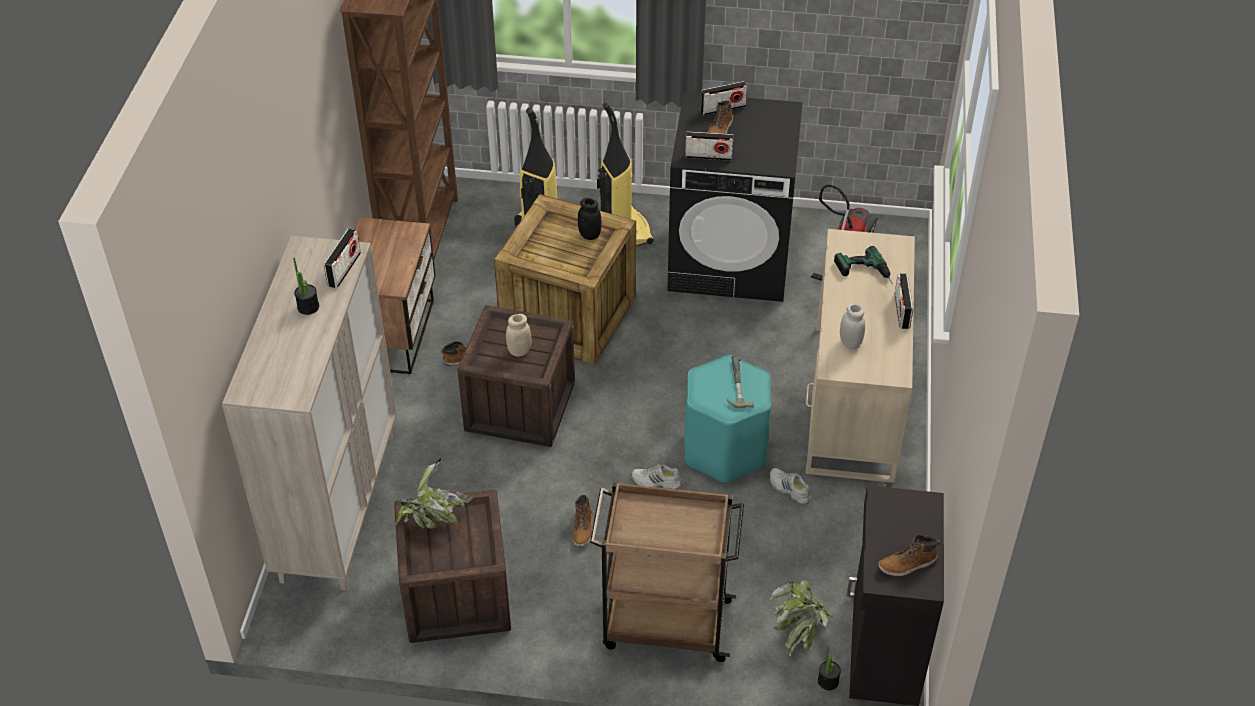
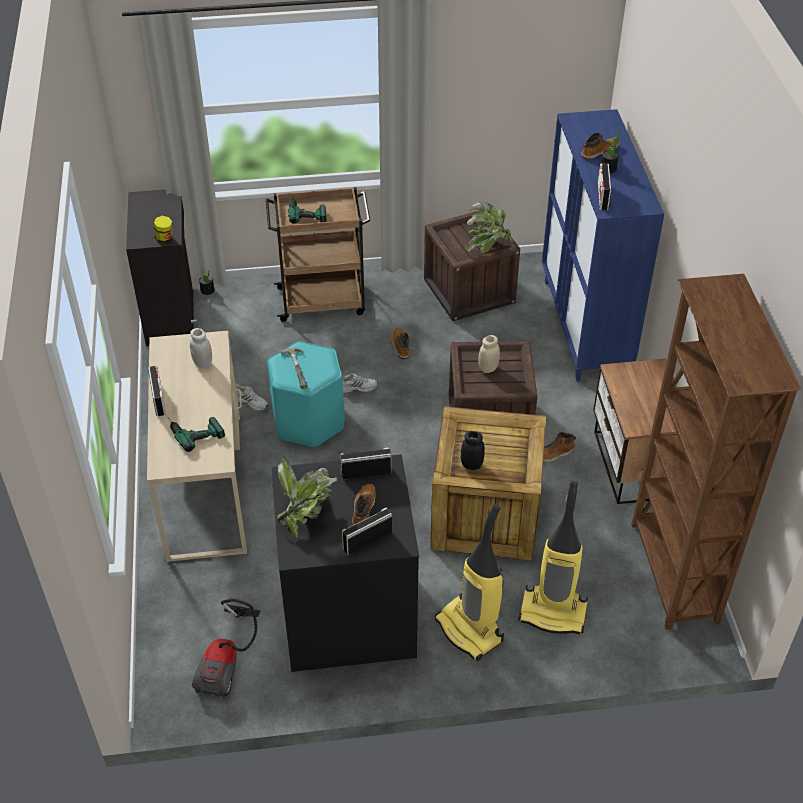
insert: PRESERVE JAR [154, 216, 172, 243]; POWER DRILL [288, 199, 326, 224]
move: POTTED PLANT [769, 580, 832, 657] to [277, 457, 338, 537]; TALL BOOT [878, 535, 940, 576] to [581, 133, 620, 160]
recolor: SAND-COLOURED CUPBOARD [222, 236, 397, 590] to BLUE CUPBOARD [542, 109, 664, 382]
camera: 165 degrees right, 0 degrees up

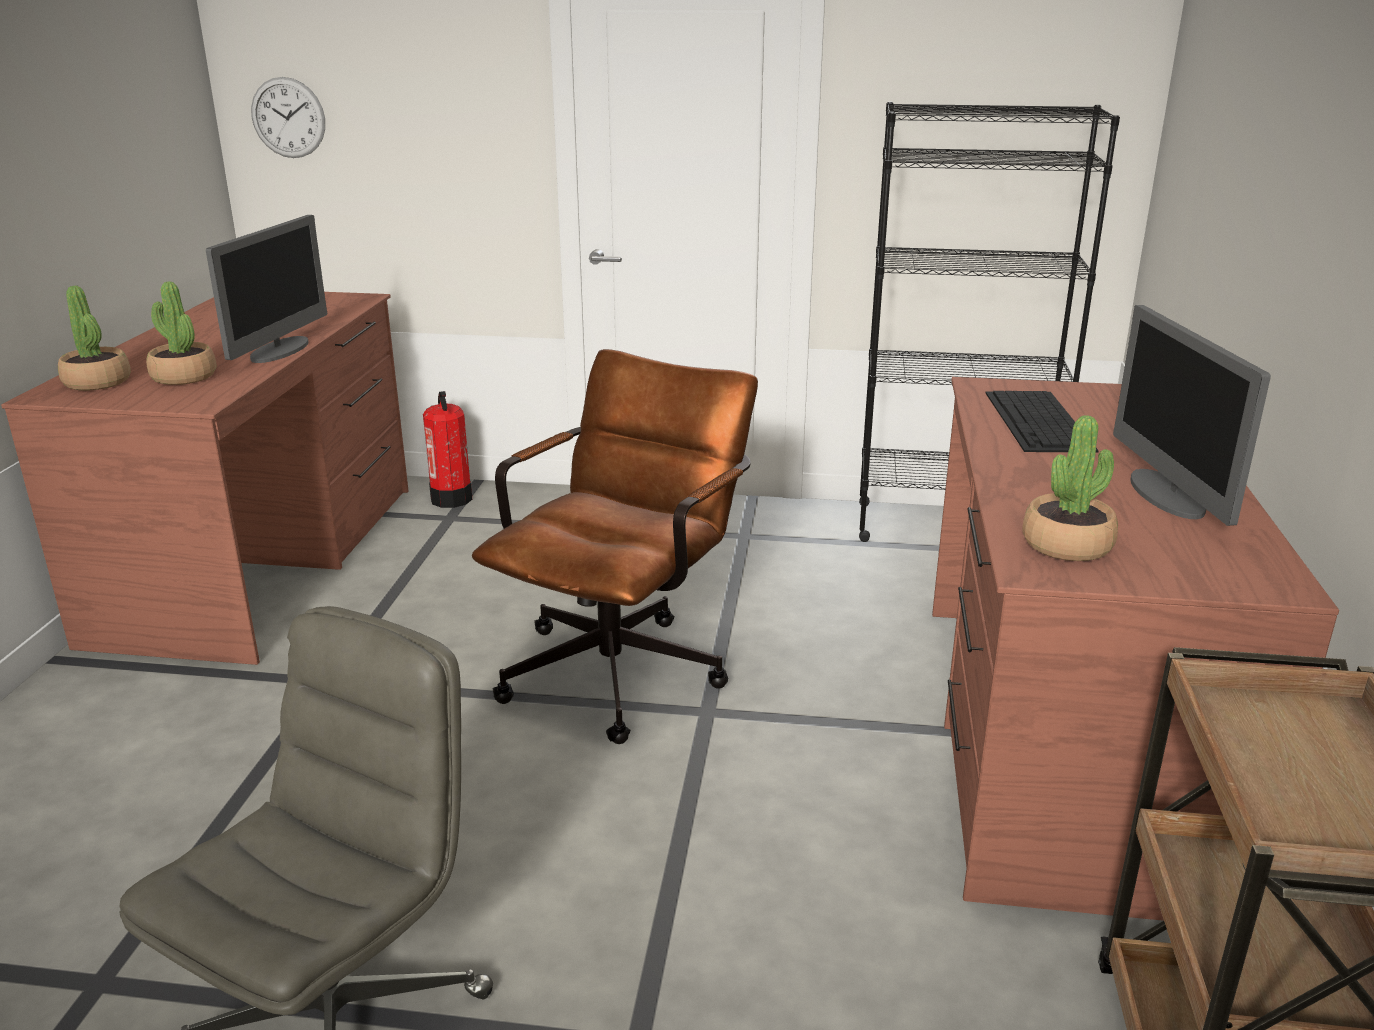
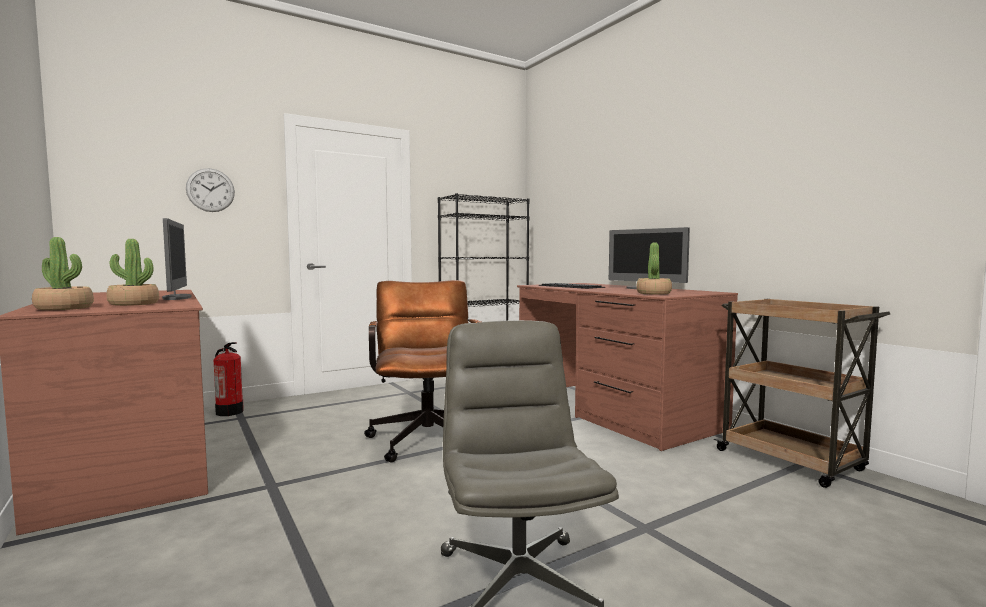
move: WALL CLOCK [251, 77, 325, 158] to [186, 168, 235, 212]
camera: 40 degrees left, 20 degrees down

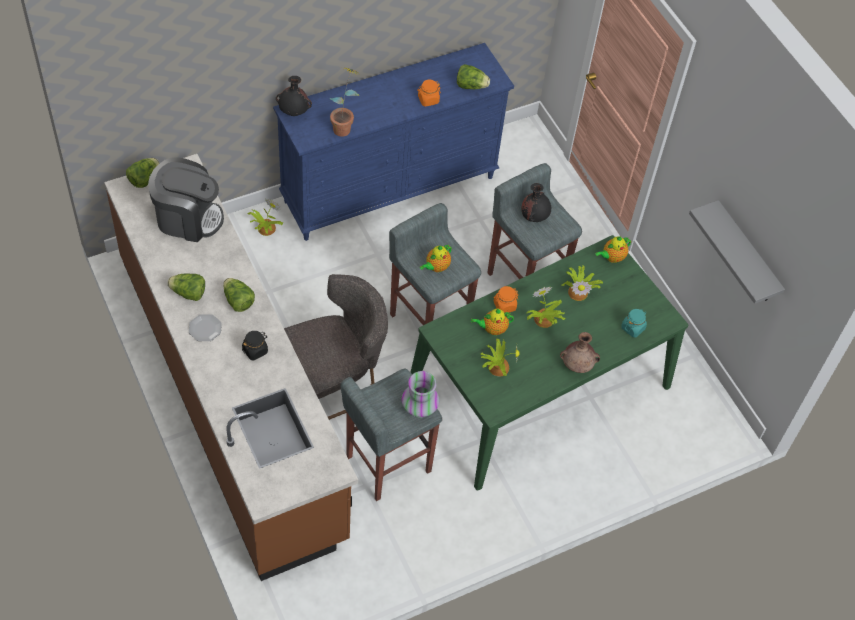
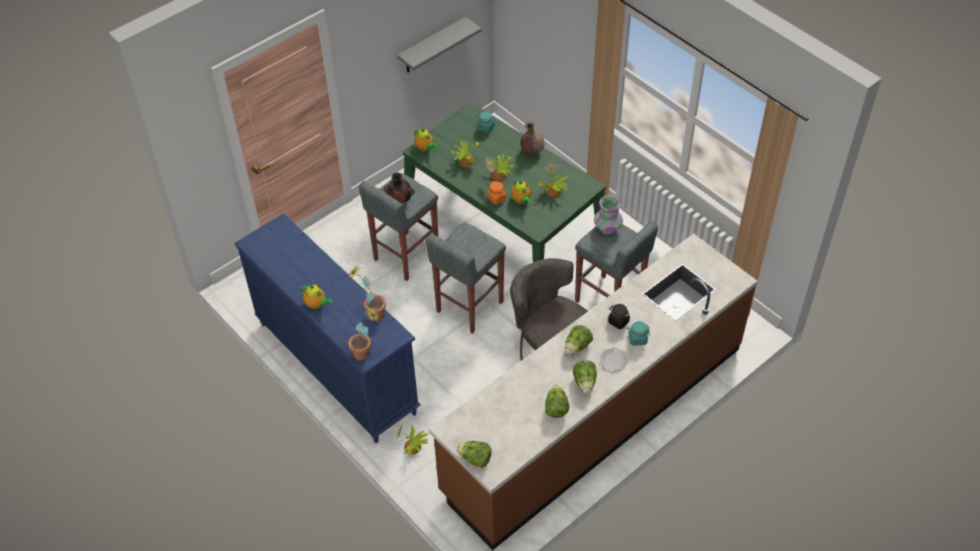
delete: COFFEE MAKER [148, 157, 224, 242]; ORANGE PRESERVE JAR [417, 80, 441, 107]
insert: TURQUOISE PRESERVE JAR [627, 321, 650, 345]
move: TEAPOT [420, 245, 452, 272] to [301, 284, 333, 309]; LETTUCE HEAD [457, 64, 490, 89] to [545, 385, 569, 418]
replace: BLACK FLOWER VASE [276, 76, 312, 116] to POTTED PLANT [348, 305, 380, 361]
camera: 100 degrees left, 5 degrees down

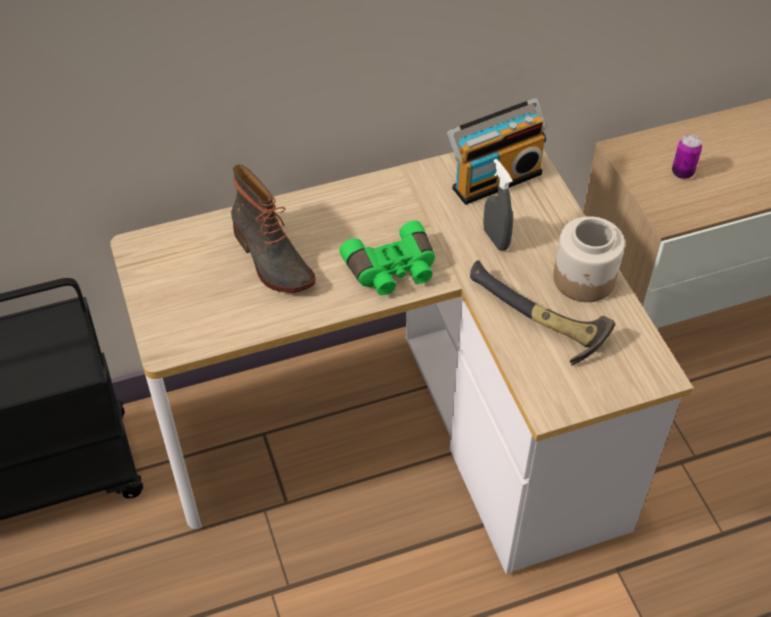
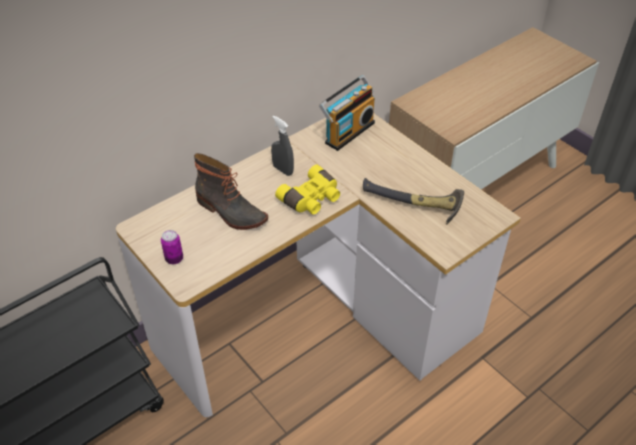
delete: PRESERVE JAR [553, 216, 625, 302]
move: GRAY SPRAY BOTTLE [483, 159, 513, 251] to [271, 115, 294, 176]; SEALED CAN [672, 134, 702, 179] to [161, 230, 183, 264]
recolor: GREEN-COLOURED PAIR OF BINOCULARS [340, 220, 435, 295] to YELLOW-COLOURED PAIR OF BINOCULARS [275, 165, 340, 214]
camera: 20 degrees left, 5 degrees down

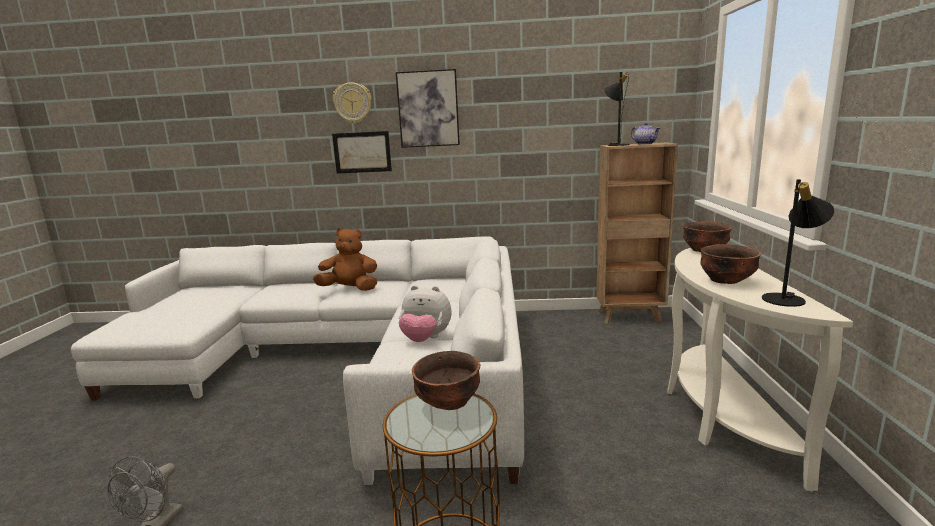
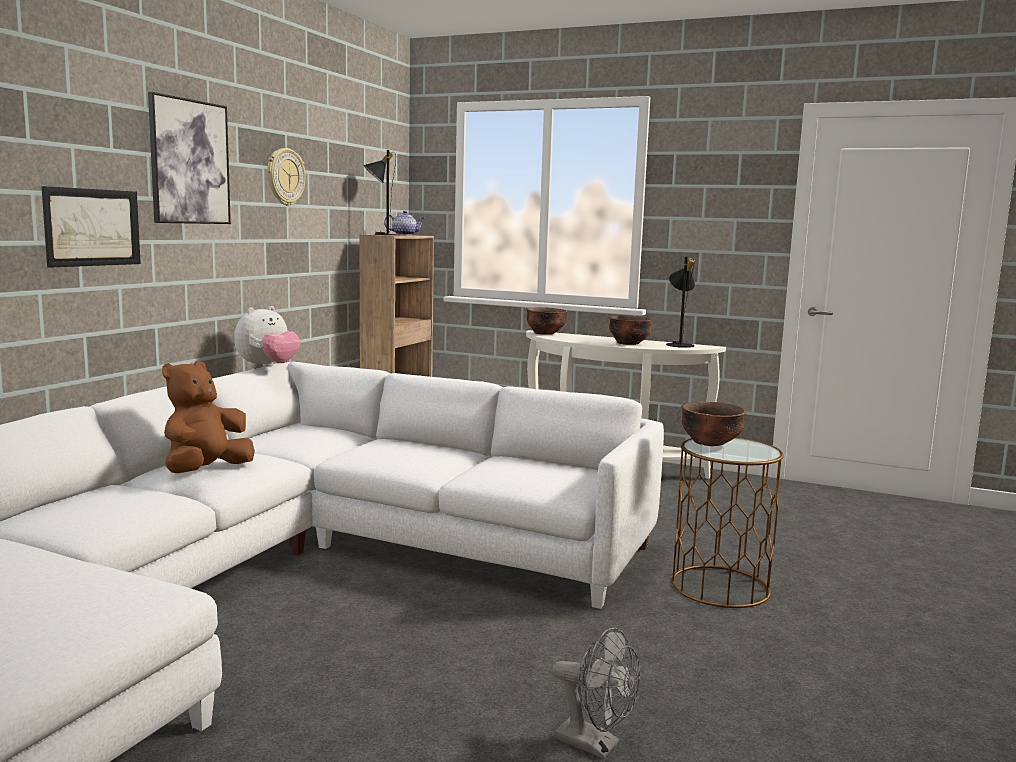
move: WALL CLOCK [333, 82, 372, 124] to [267, 148, 306, 206]; PLUSH TOY [399, 285, 451, 342] to [234, 306, 300, 368]
camera: 70 degrees left, 5 degrees down

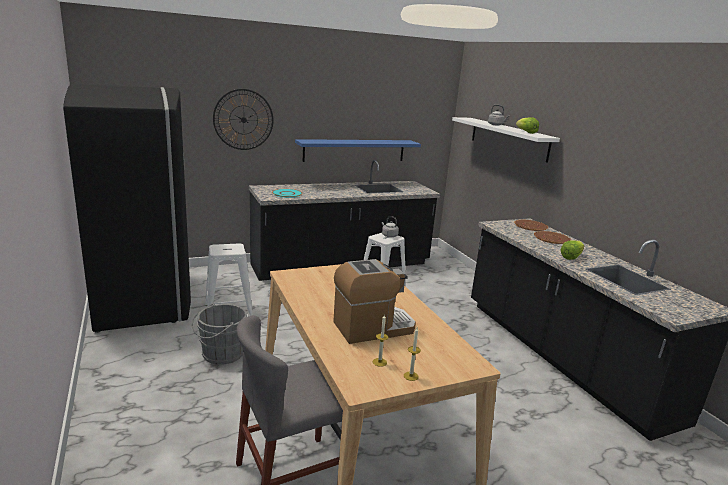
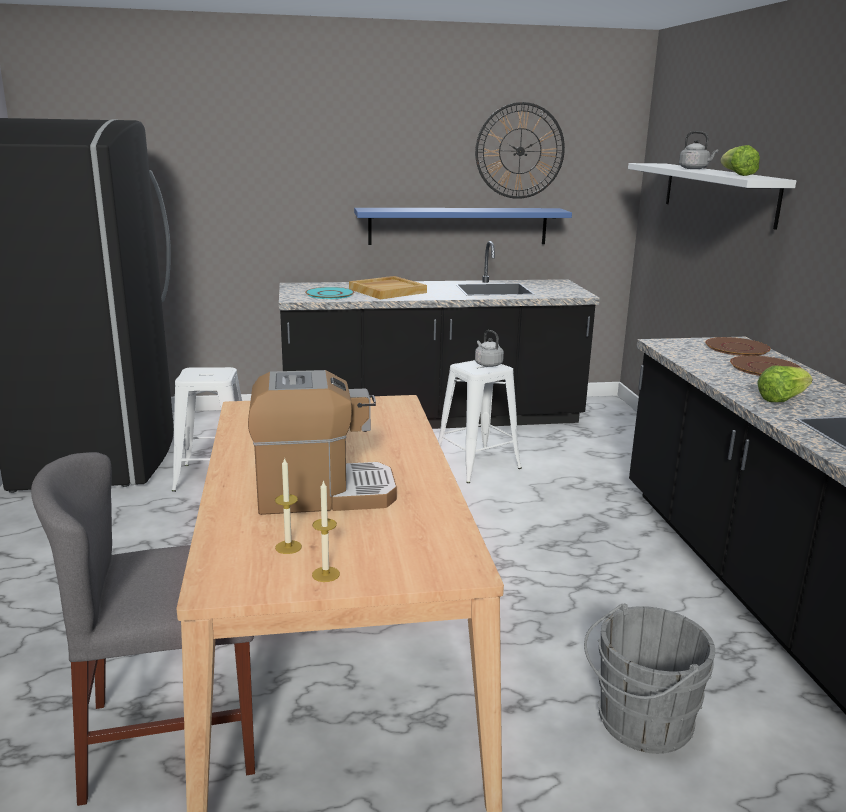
insert: SAND-COLOURED CARRYING TRAY [349, 276, 427, 299]
move: GRAY WATER BUCKET [192, 303, 247, 365] to [584, 603, 715, 754]; WALL CLOCK [213, 89, 274, 150] to [475, 102, 565, 199]
camera: 15 degrees right, 0 degrees up

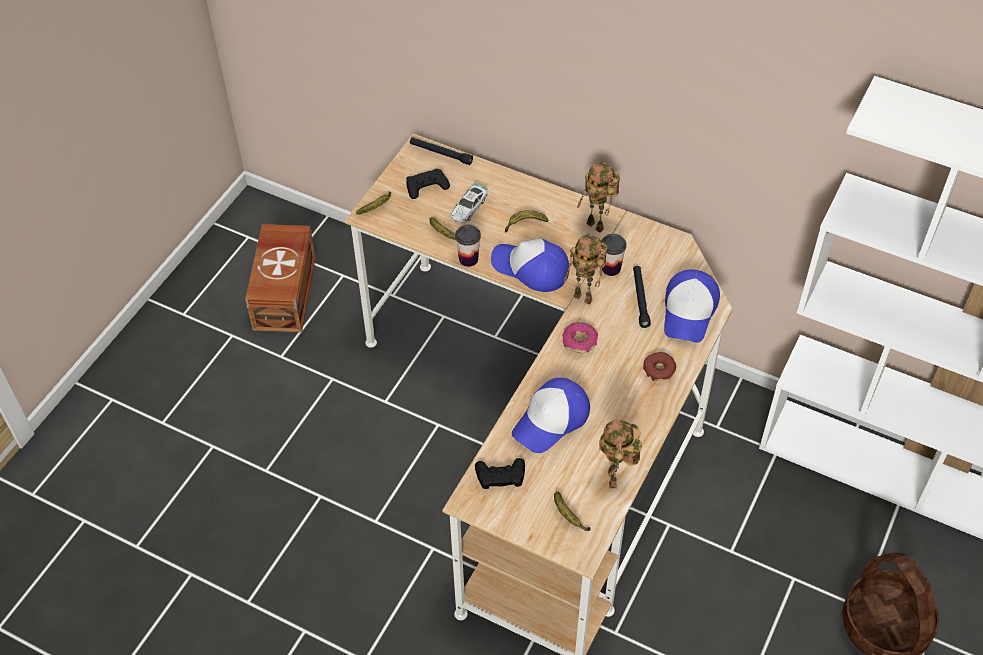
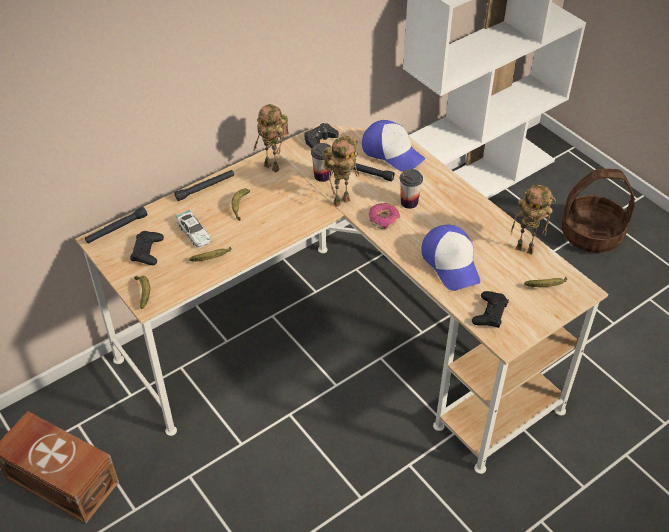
delete: CAP [491, 239, 569, 292]; RING DOUGHNUT [643, 352, 676, 381]
insert: BLACK FLASHLIGHT [174, 170, 234, 201]; BLACK GAME CONTROLLER [305, 123, 339, 149]
move: DRINKING CUP [455, 225, 481, 267] to [400, 169, 423, 209]
rotate: MODEL ROBOT [577, 162, 620, 233] = [253, 104, 289, 173] 60 degrees clockwise
camera: 65 degrees left, 5 degrees down

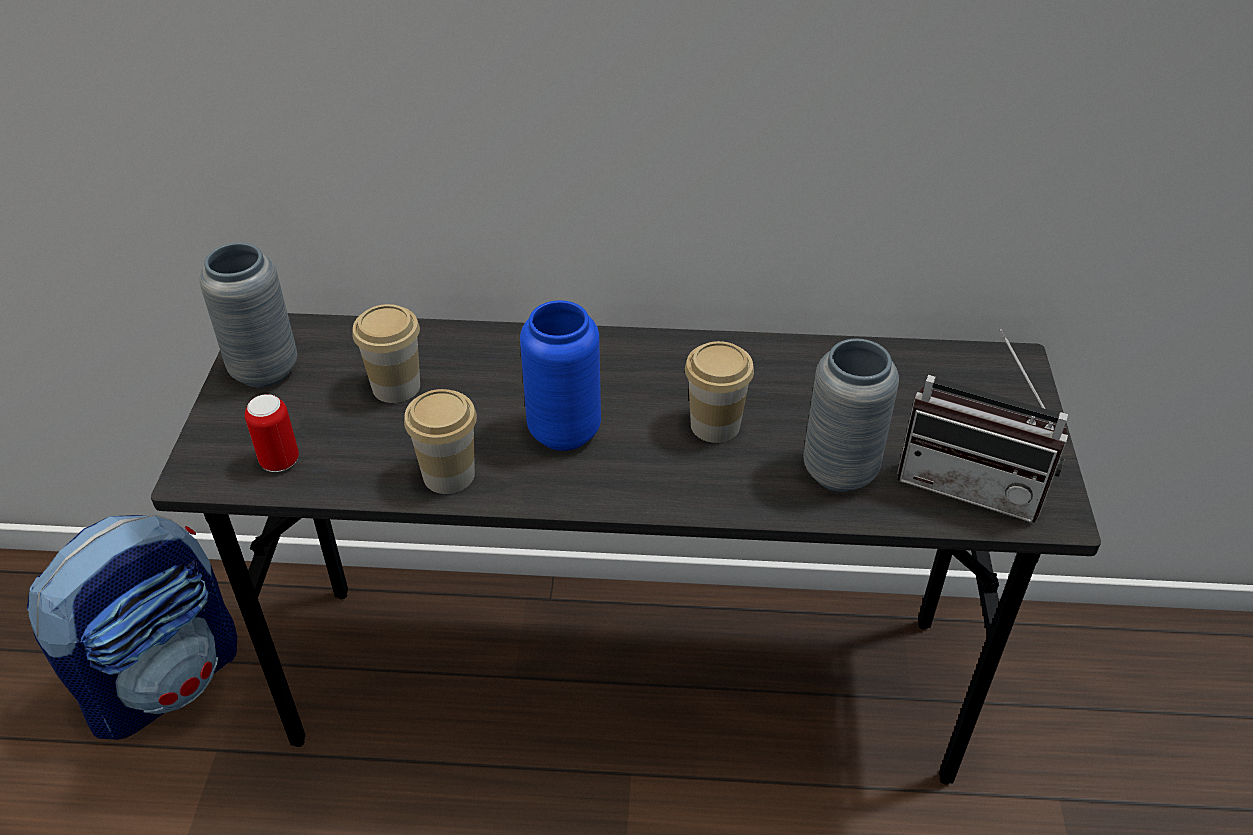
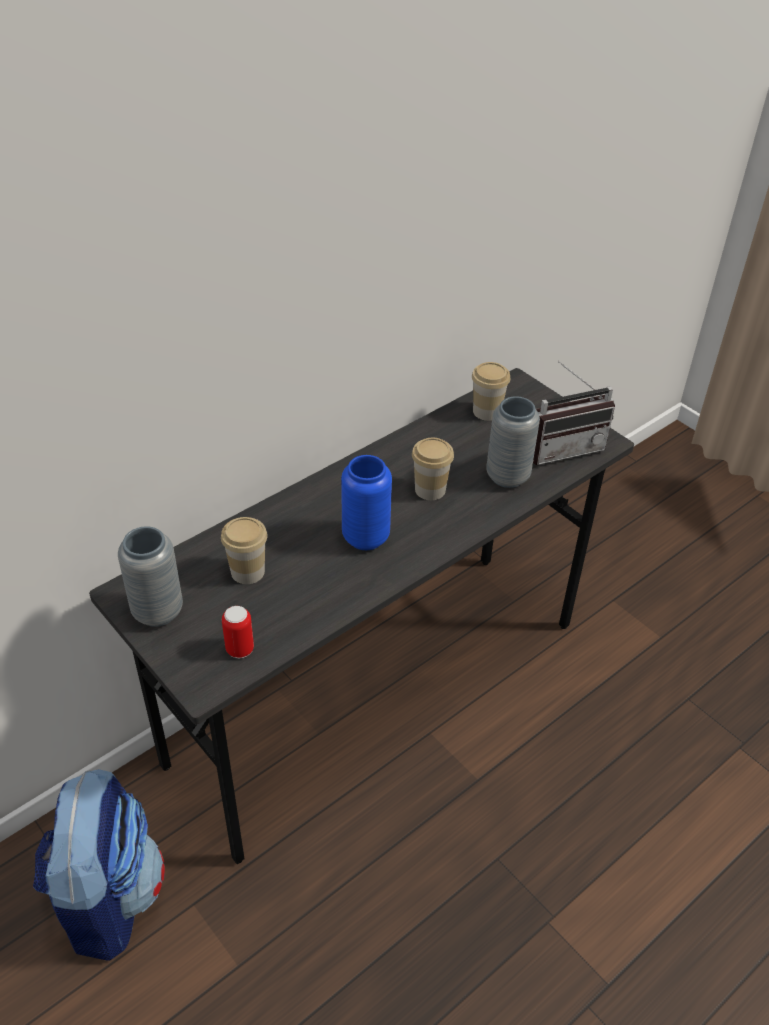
move: DRINKING CUP [404, 389, 477, 494] to [472, 362, 510, 421]
camera: 45 degrees left, 0 degrees up

